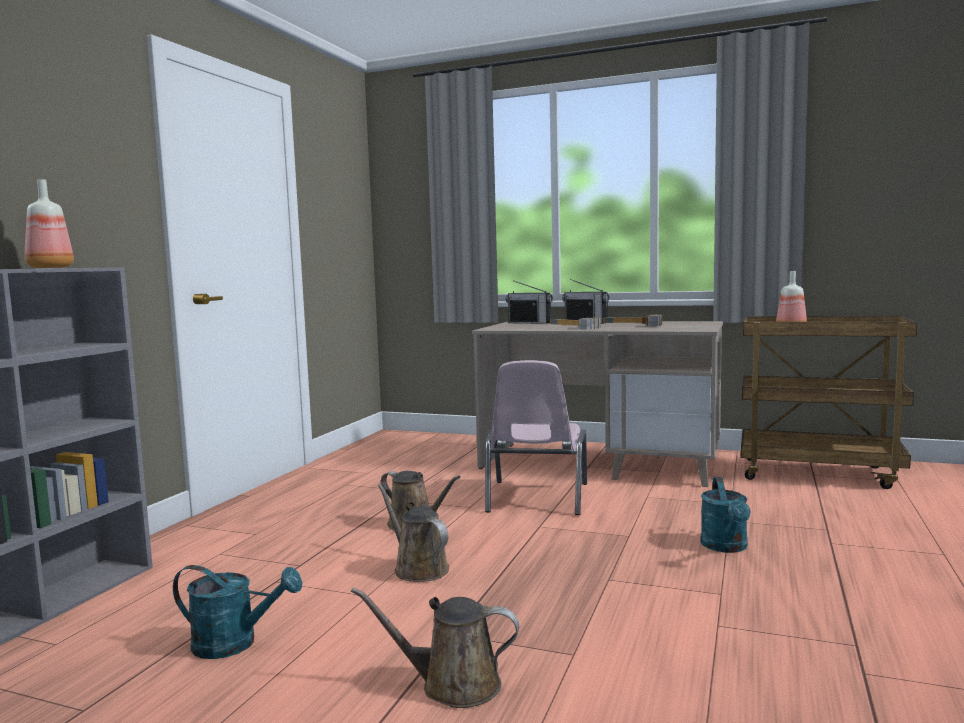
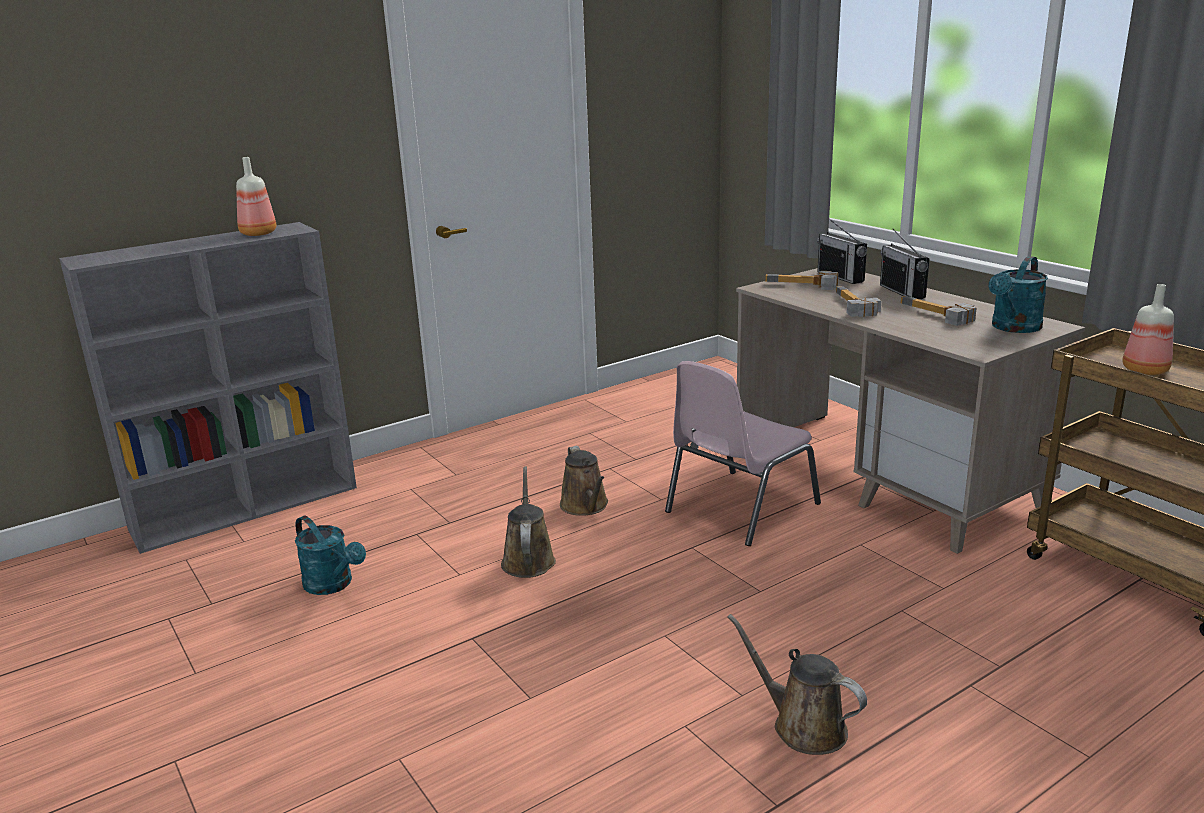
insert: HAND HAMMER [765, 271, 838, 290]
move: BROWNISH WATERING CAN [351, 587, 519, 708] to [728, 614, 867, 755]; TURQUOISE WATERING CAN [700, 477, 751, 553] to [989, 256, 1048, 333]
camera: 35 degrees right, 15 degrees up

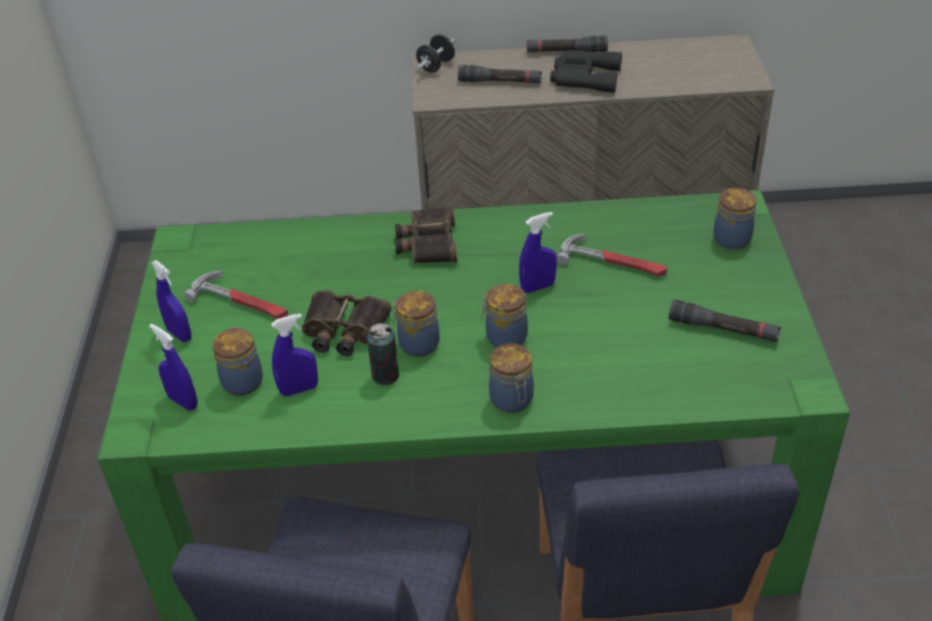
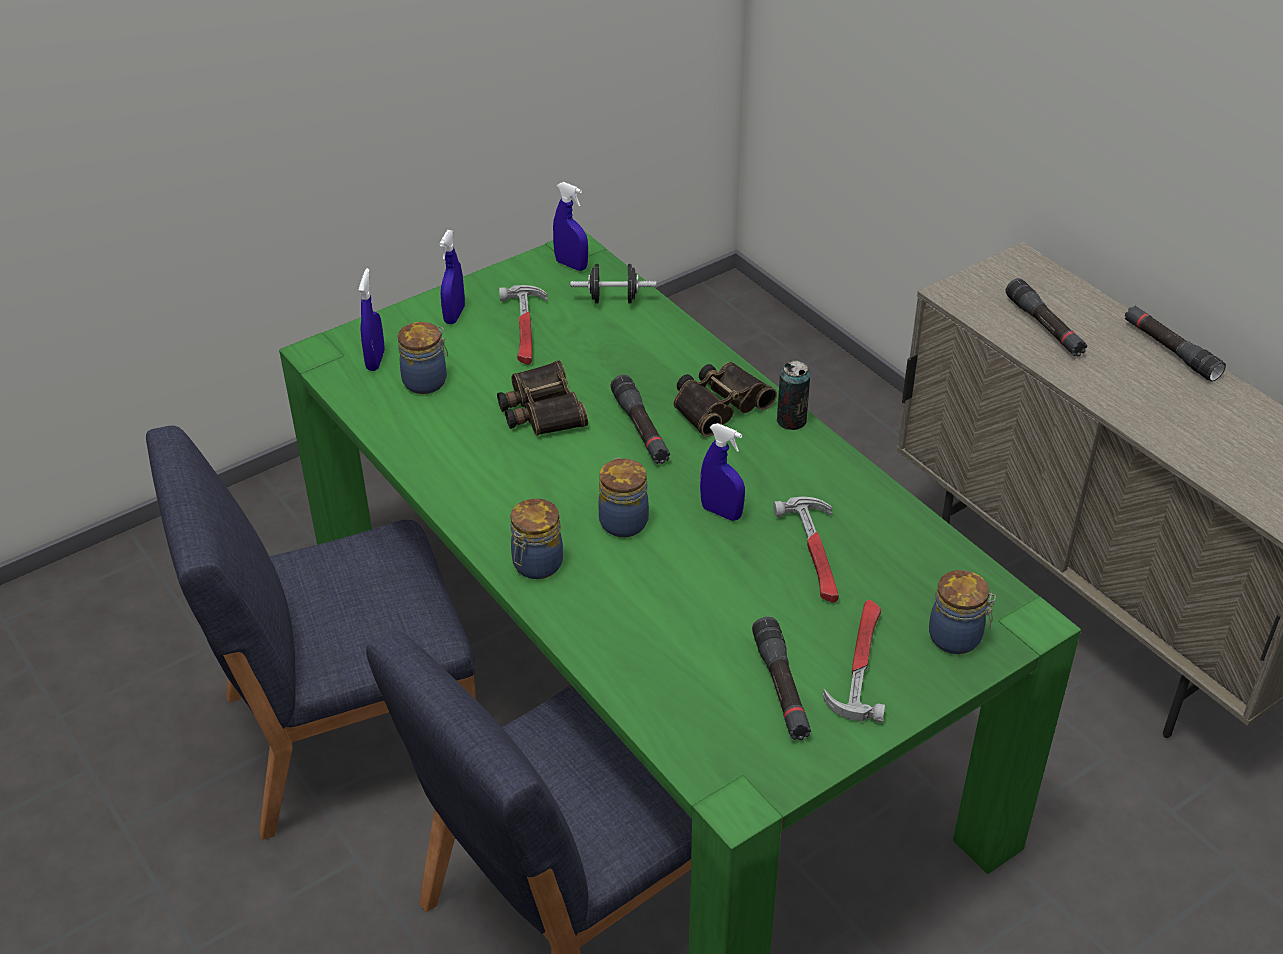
delete: PRESERVE JAR [392, 291, 440, 357]; BLACK PAIR OF BINOCULARS [550, 51, 622, 93]
insert: BLACK FLASHLIGHT [610, 375, 670, 464]; HAND HAMMER [823, 600, 885, 722]
move: BLUE SPRAY BOTTLE [271, 314, 318, 396] to [553, 182, 588, 271]; SEALED CAN [367, 323, 399, 385] to [776, 361, 810, 430]; BLACK HAND WEIGHT [416, 35, 455, 73] to [570, 264, 656, 304]
camera: 55 degrees right, 0 degrees up

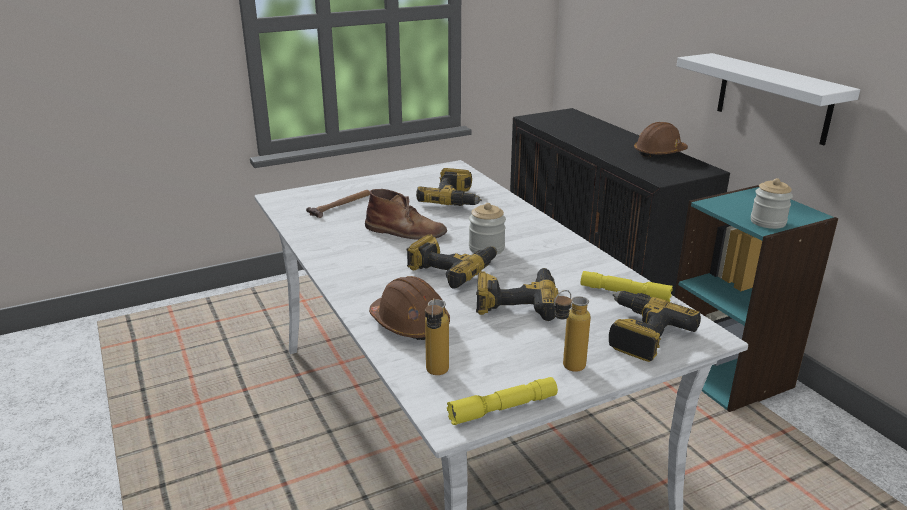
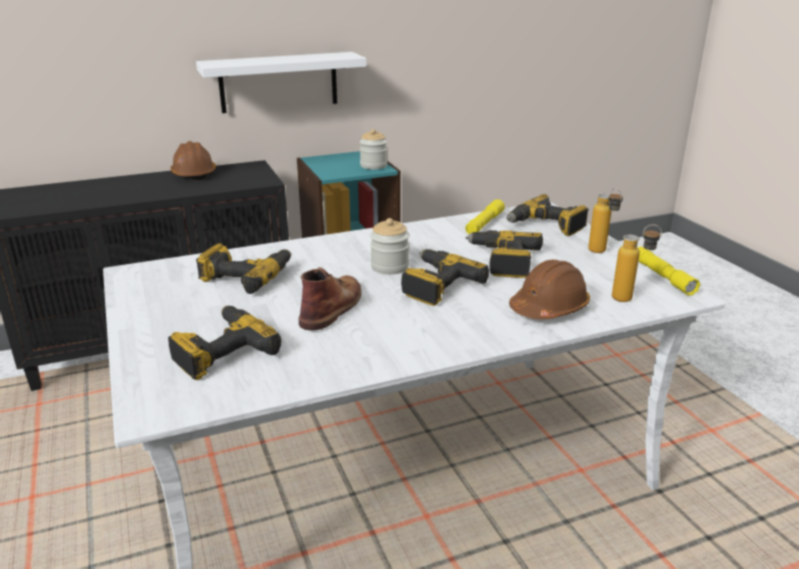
replace: HAND HAMMER [306, 190, 370, 218] to POWER DRILL [168, 306, 281, 380]
camera: 85 degrees left, 0 degrees up

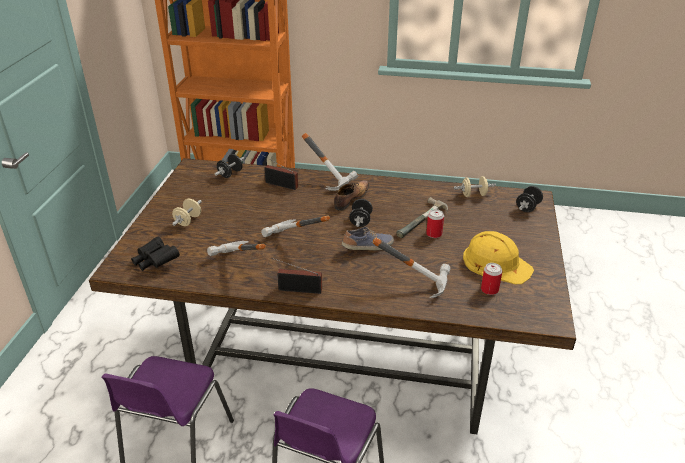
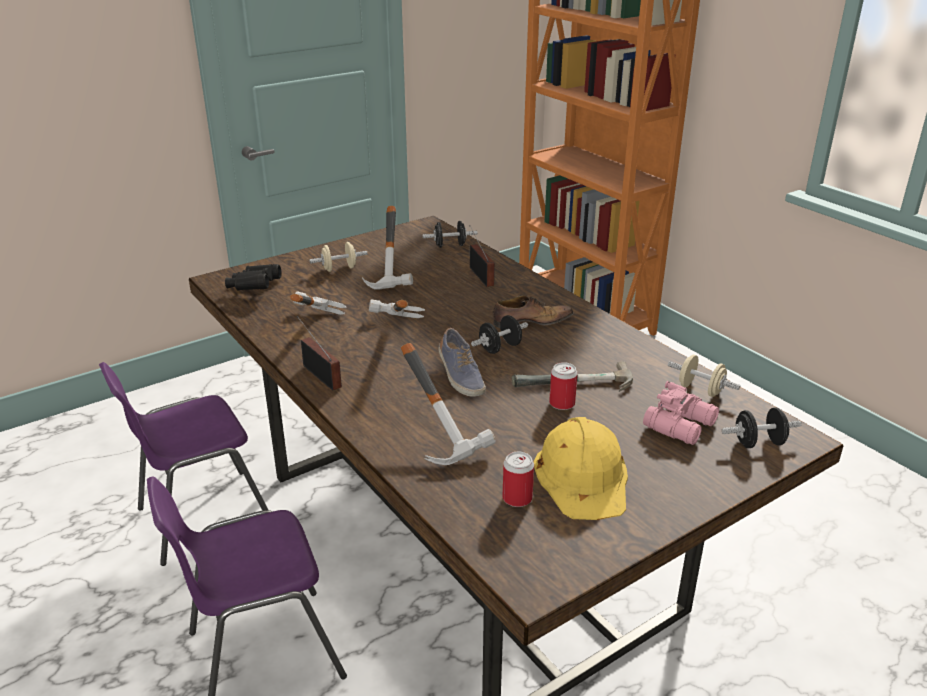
insert: PINK PAIR OF BINOCULARS [643, 381, 719, 445]
move: HAND HAMMER [302, 133, 358, 191] to [362, 206, 413, 290]
rotate: SHOE [342, 227, 394, 250] = [438, 328, 486, 397] 45 degrees clockwise
camera: 45 degrees right, 5 degrees down

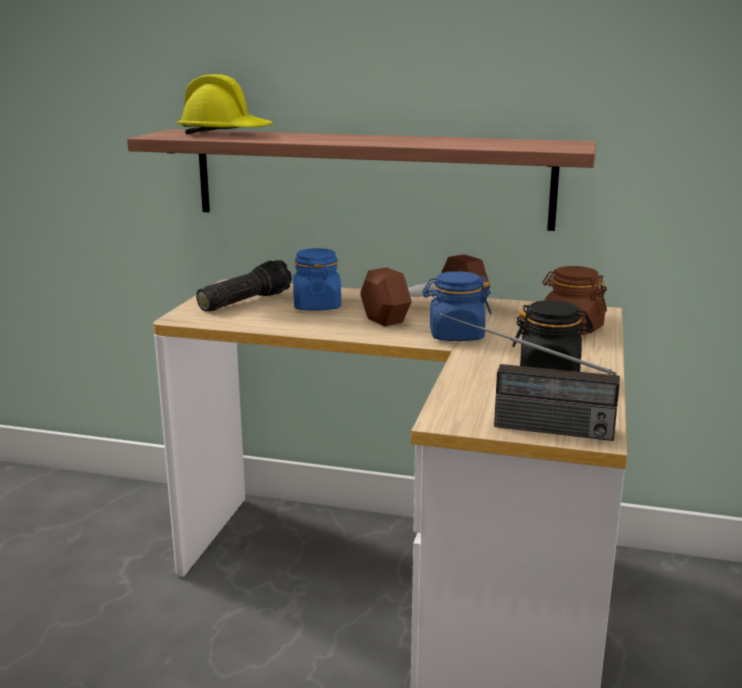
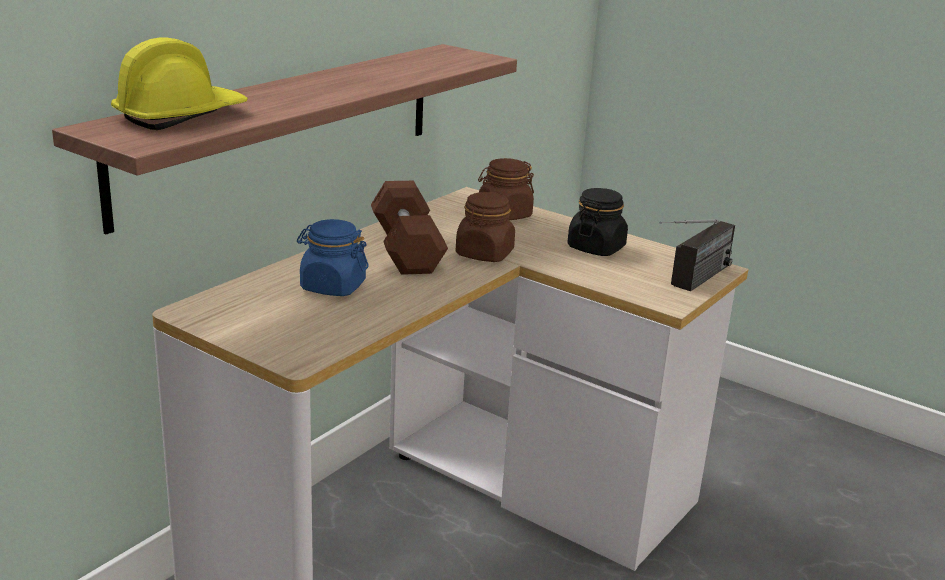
delete: FLASHLIGHT [196, 260, 292, 312]
recolor: BLUE PRESERVE JAR [423, 271, 492, 341] to BROWNISH PRESERVE JAR [455, 192, 515, 262]
camera: 70 degrees left, 5 degrees up

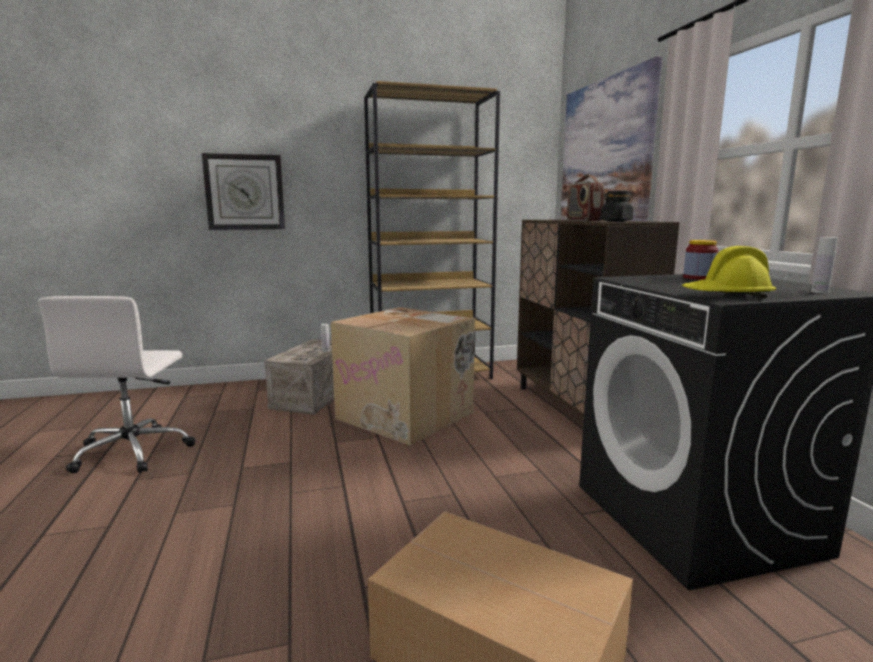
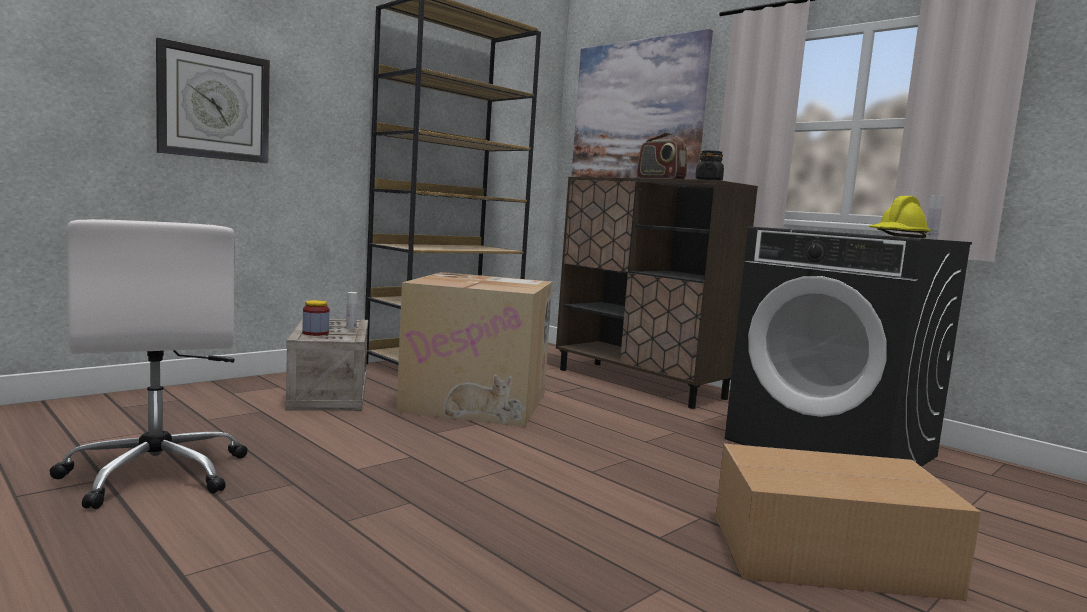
move: PRESERVE JAR [683, 240, 719, 280] to [302, 300, 329, 336]
camera: 30 degrees left, 5 degrees down

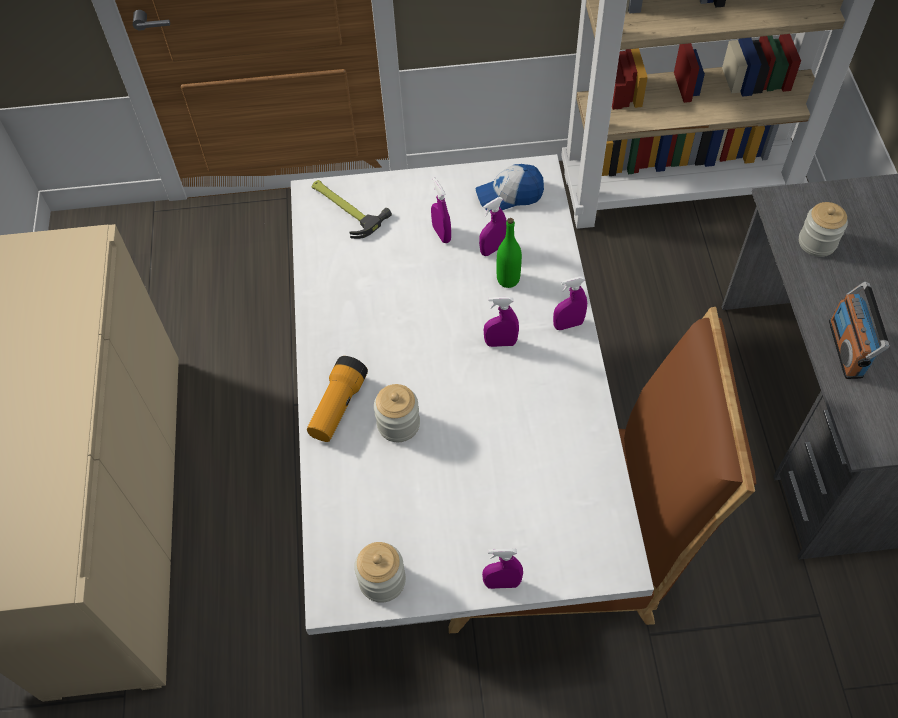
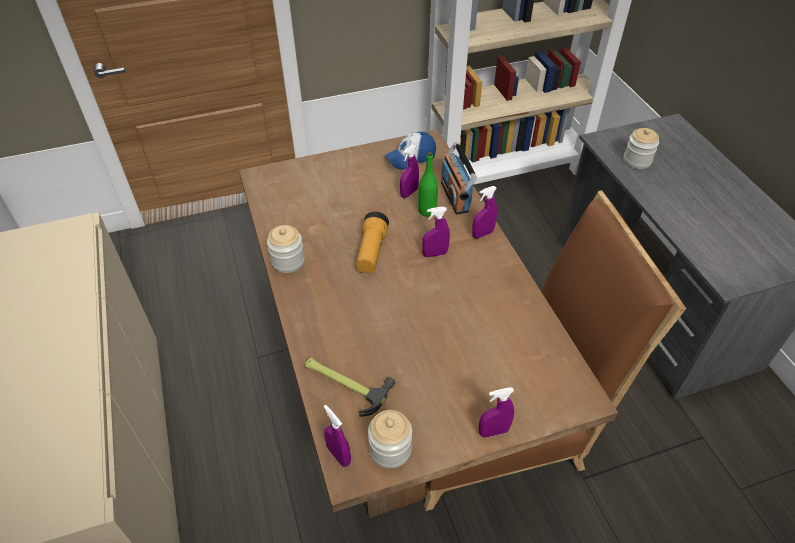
move: FLASHLIGHT [307, 356, 368, 442] to [356, 211, 389, 273]; HAND HAMMER [312, 180, 392, 239] to [305, 358, 396, 417]; PRESERVE JAR [374, 384, 420, 442] to [267, 225, 305, 273]; PURPLE-COLOURED SPRAY BOTTLE [431, 177, 451, 243] to [323, 405, 351, 467]; RADIO SET [829, 282, 890, 379] to [441, 142, 477, 214]
recolor: WHITE-COLOURED DINING TABLE [291, 154, 654, 635] to BROWNISH DINING TABLE [239, 129, 618, 518]
camera: 15 degrees left, 10 degrees down

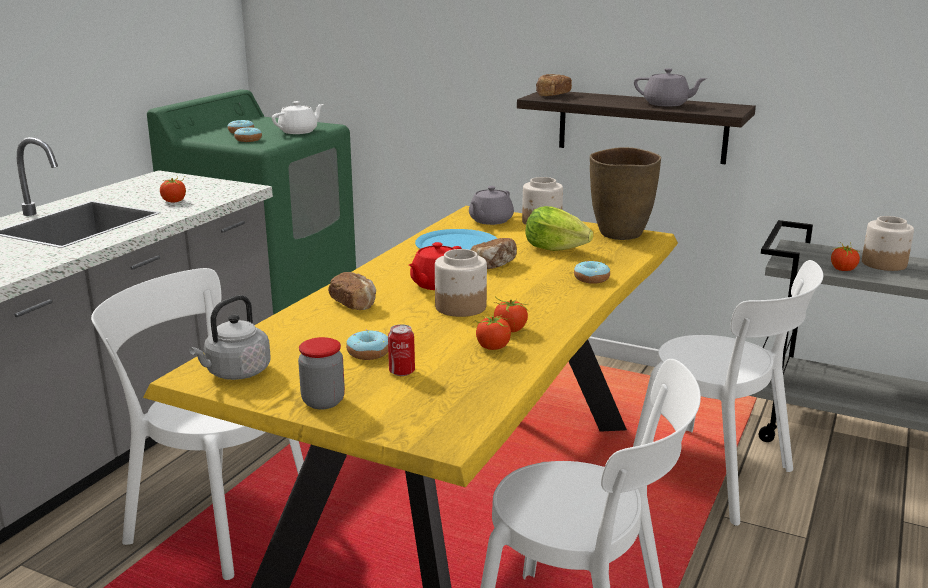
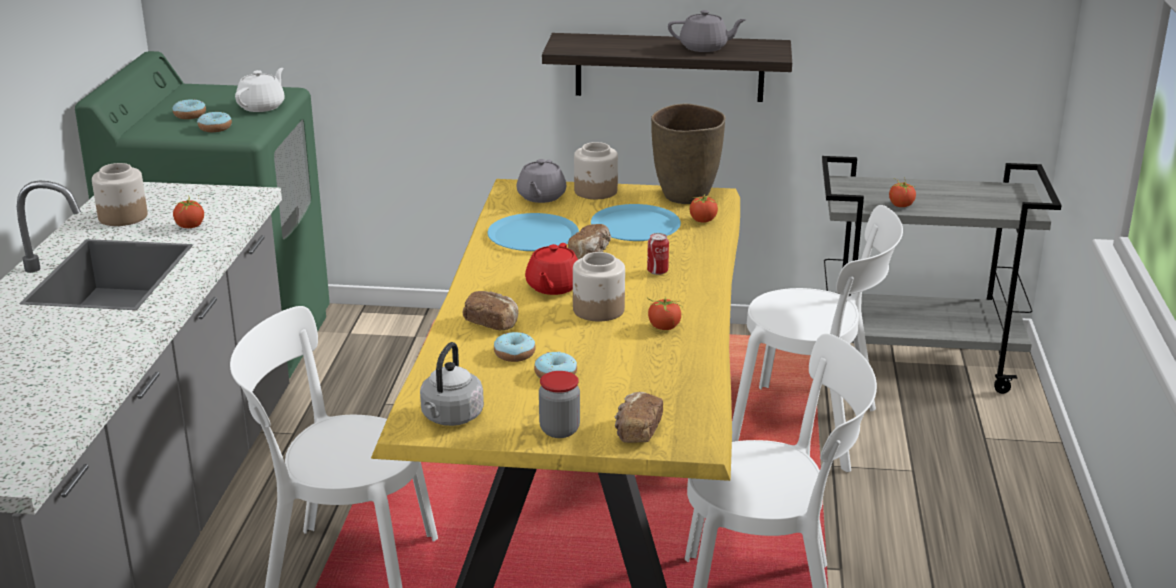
move: SEALED CAN [388, 324, 415, 376] to [647, 233, 669, 275]; TOMATO [475, 314, 511, 350] to [690, 195, 718, 223]; BAKED BREAD [536, 74, 572, 96] to [615, 392, 663, 443]; RING DOUGHNUT [574, 261, 610, 284] to [494, 332, 536, 362]; PRESERVE JAR [862, 216, 914, 271] to [92, 163, 148, 226]
replace: LETTUCE HEAD [525, 206, 593, 251] to BLUE DINNER PLATE [591, 204, 681, 241]
camera: 20 degrees left, 5 degrees up

